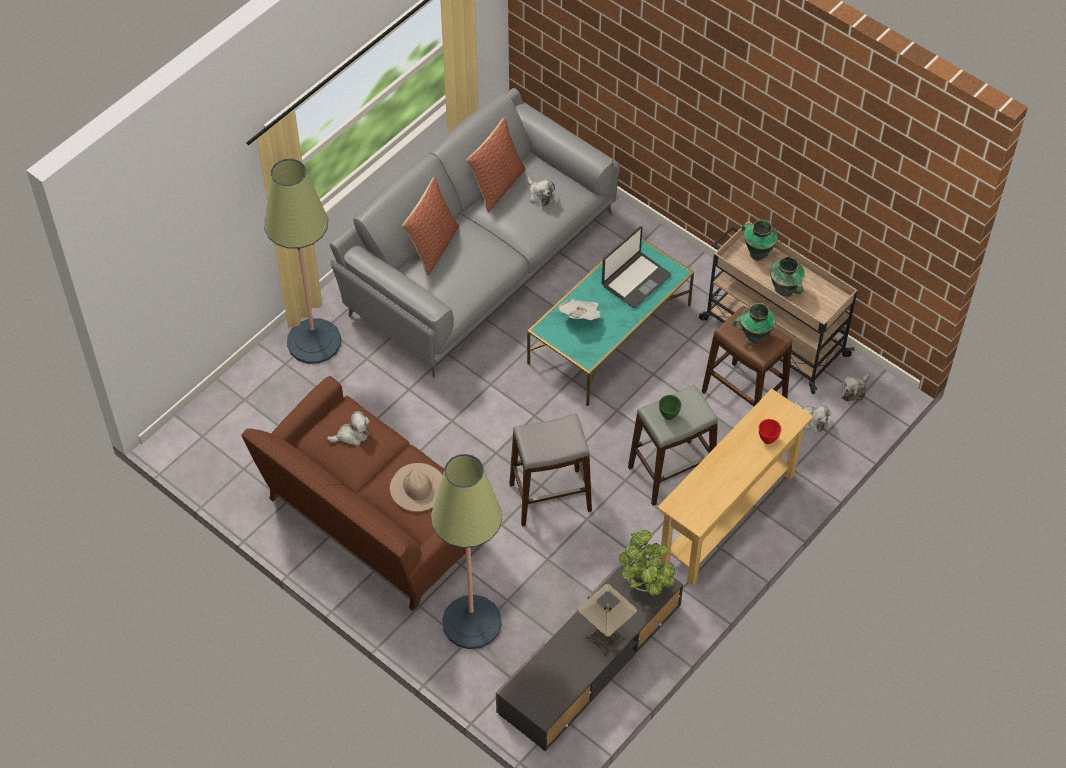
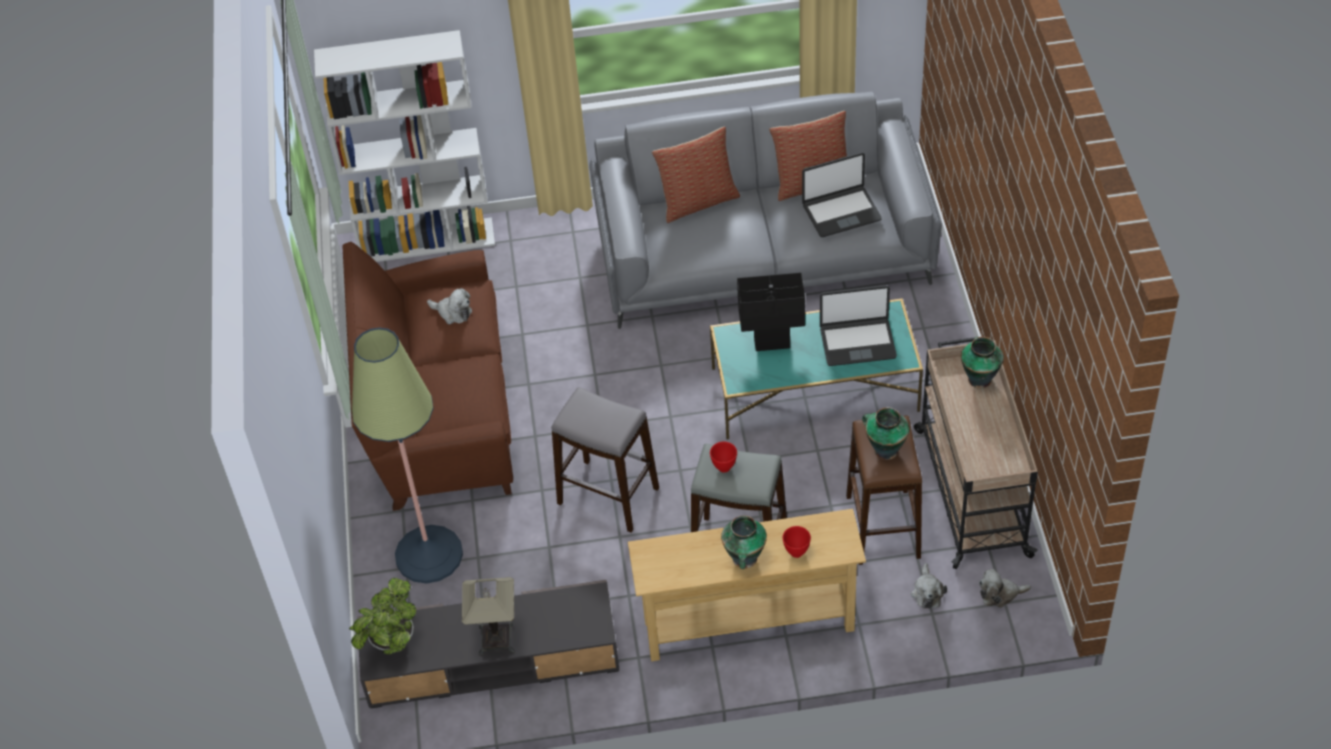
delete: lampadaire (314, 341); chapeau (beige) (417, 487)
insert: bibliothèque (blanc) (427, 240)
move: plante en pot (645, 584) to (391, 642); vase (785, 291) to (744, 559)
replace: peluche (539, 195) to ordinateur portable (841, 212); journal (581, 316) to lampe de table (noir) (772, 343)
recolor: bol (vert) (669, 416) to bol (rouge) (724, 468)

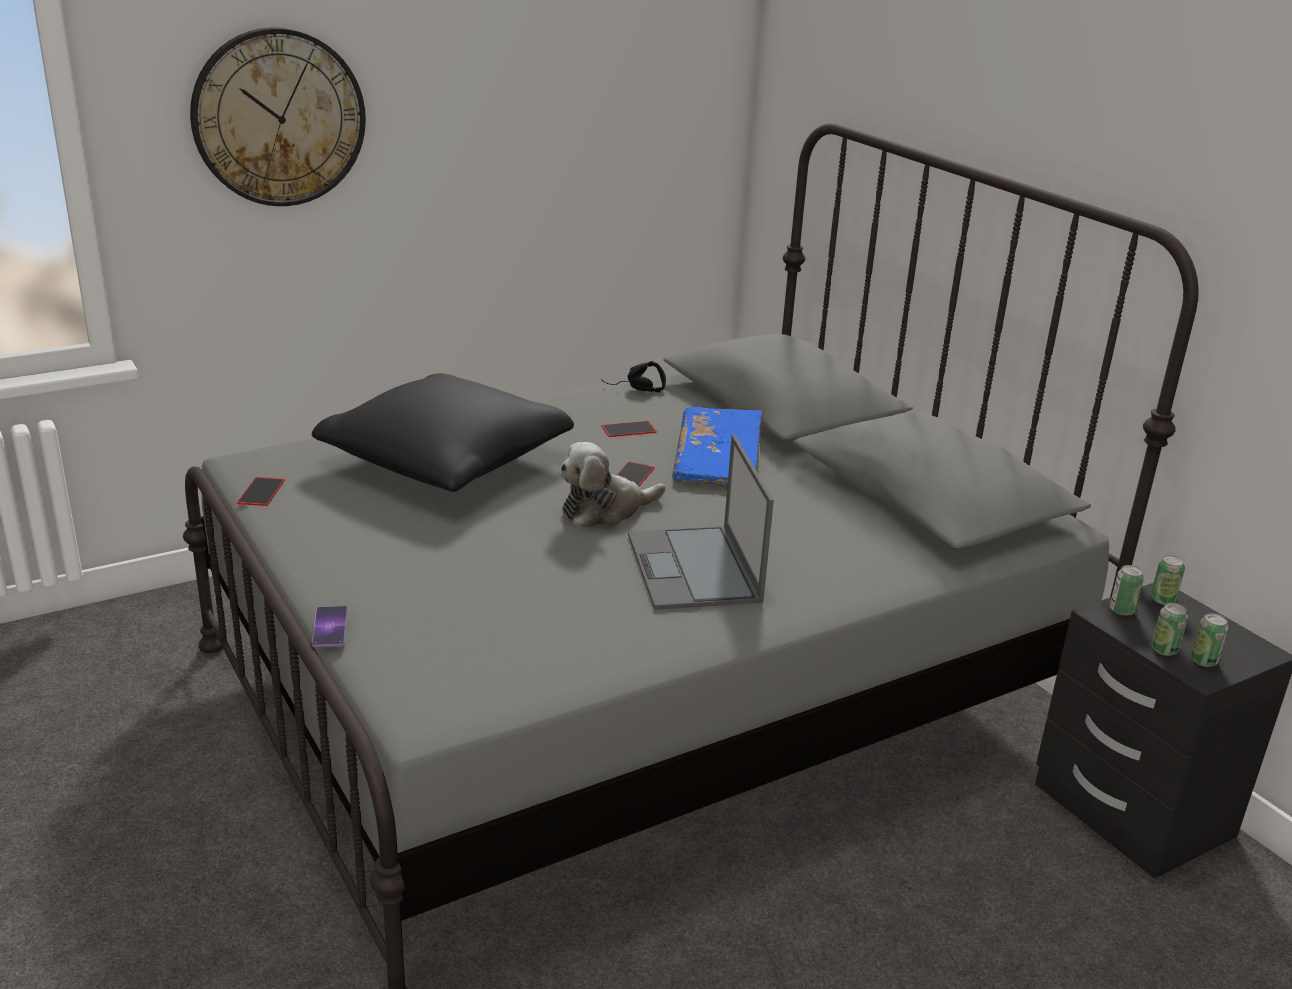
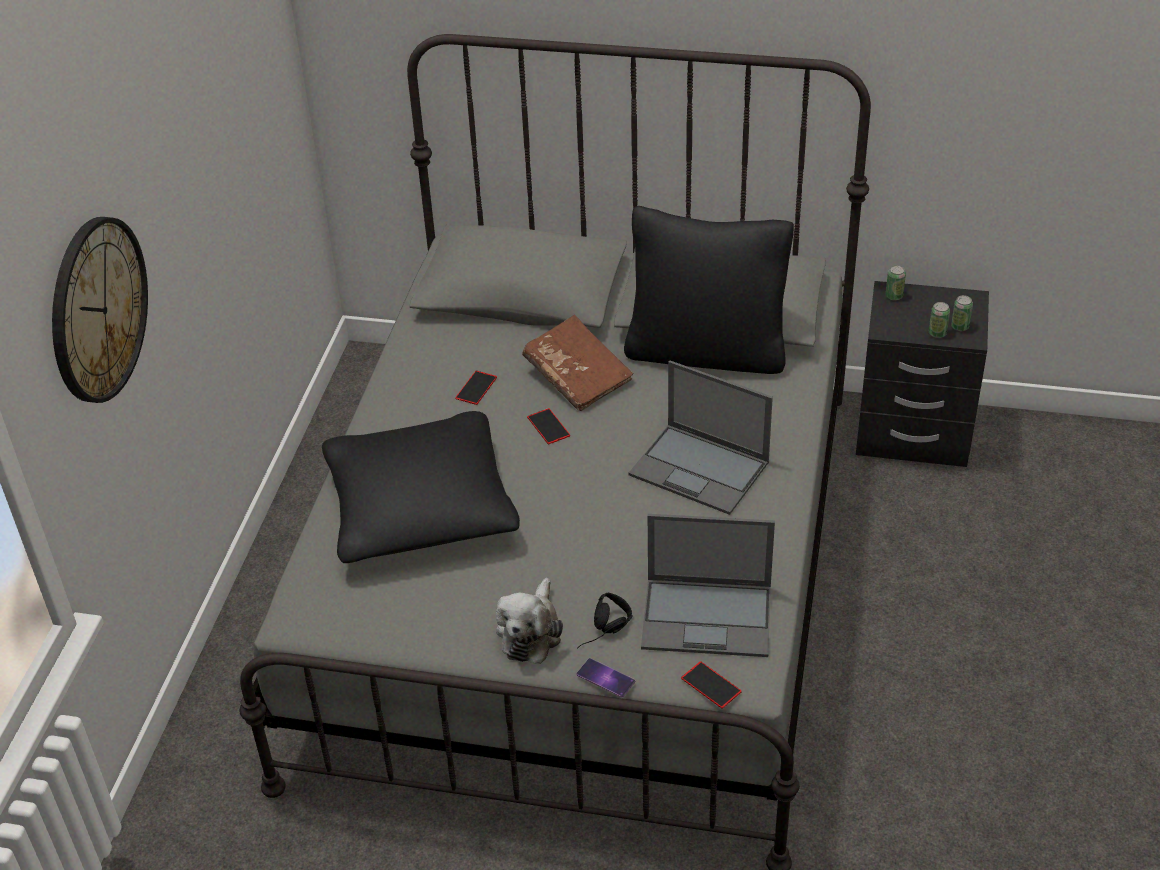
delete: boîte métallique (1121, 610)
insert: coussin (noir) (706, 351); ordinateur portable (708, 617)
move: téléphone (261, 492) to (711, 685); peluche (605, 510) to (531, 632); casque audio (noir) (634, 389) to (606, 633)
recolor: livre (bleu) (718, 464) to livre (marron) (577, 376)

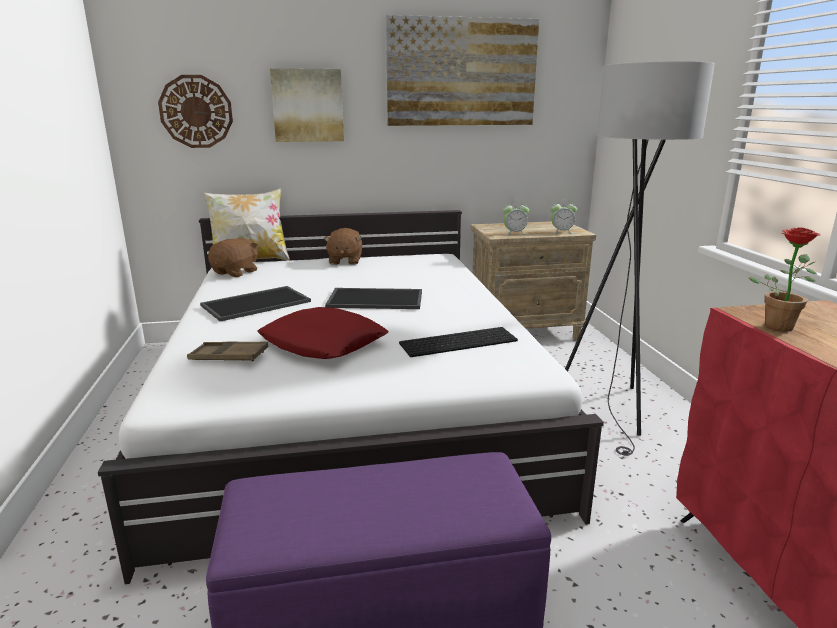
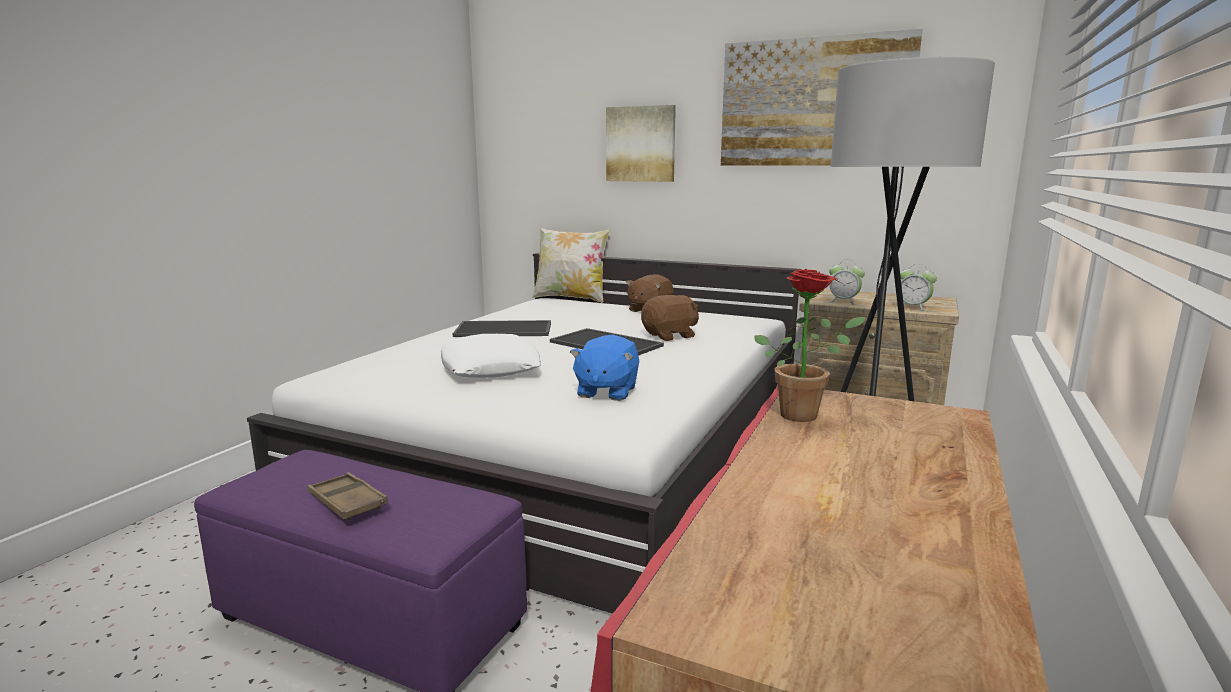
delete: horloge murale (196, 111)
move: plateau (marron) (228, 357) to (347, 502); peluche (marron) (236, 272) to (670, 336)
replace: clavier (459, 341) to peluche (bleu) (606, 391)
recolor: coussin (rouge) (323, 343) to coussin (blanc) (491, 367)

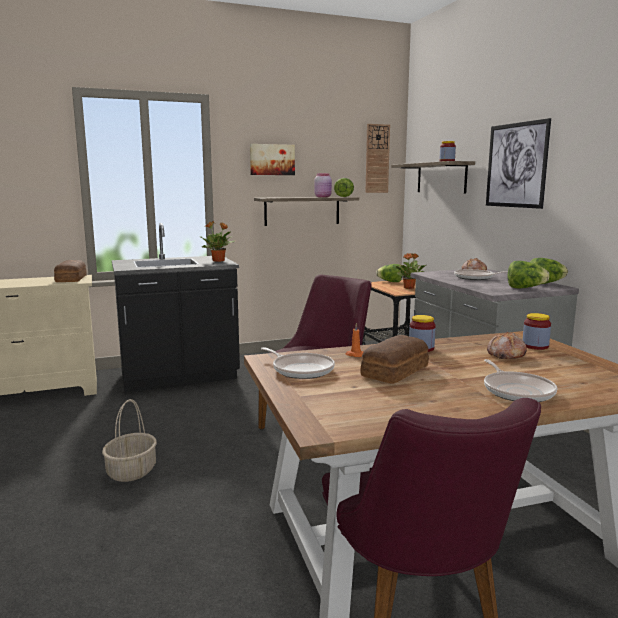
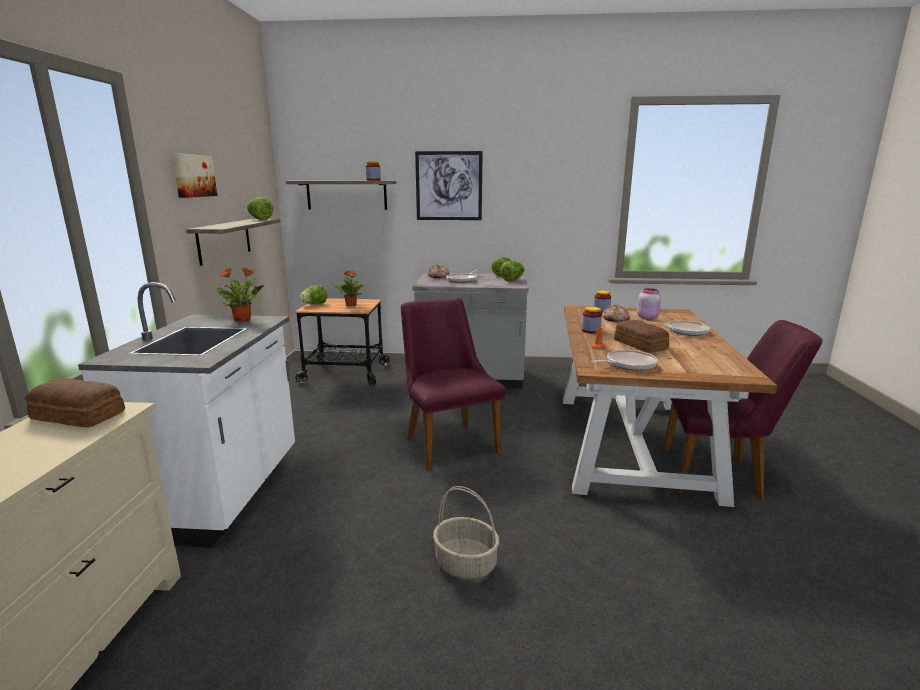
delete: horloge murale (377, 158)
move: bocal (rose) (323, 197) to (647, 317)
recolor: comptoir de cuisine (noir) (179, 378) to comptoir de cuisine (blanc) (224, 494)

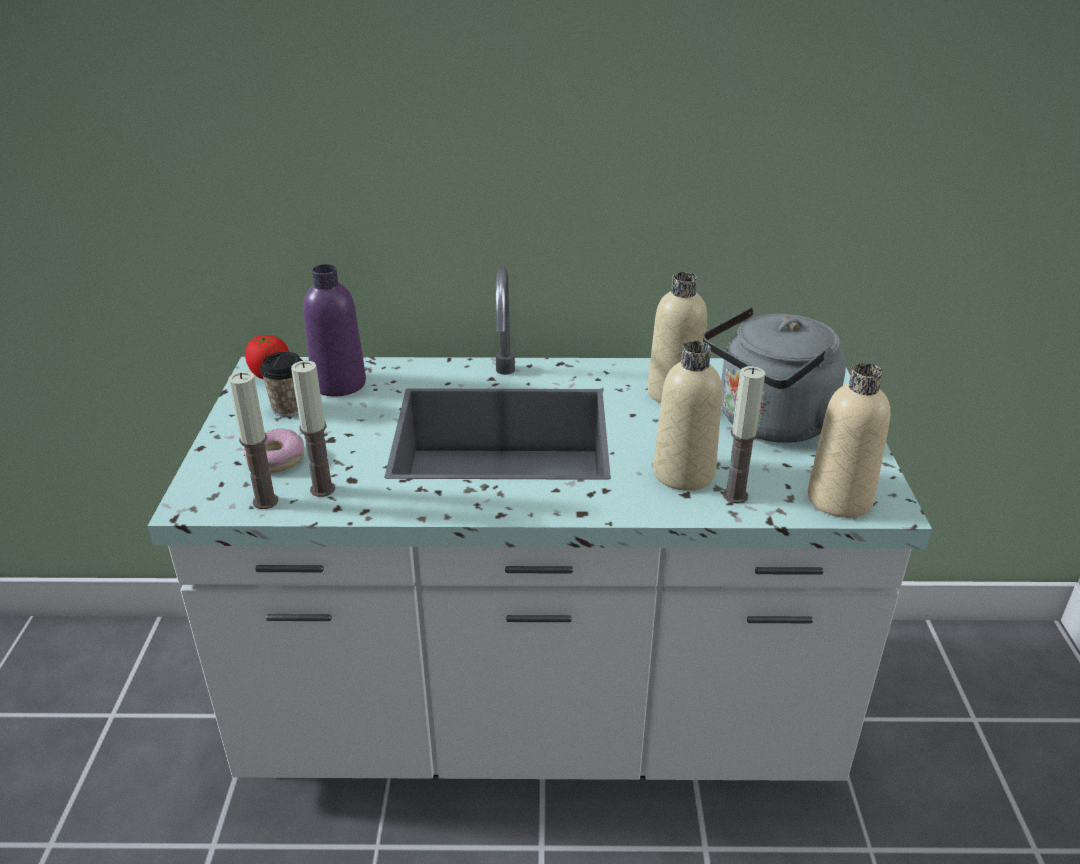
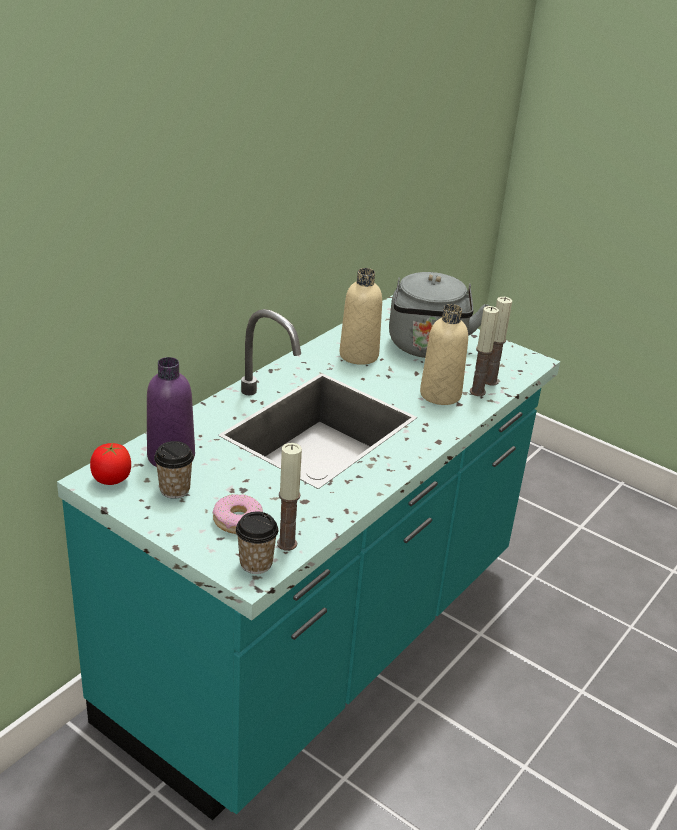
delete: bouteille (beige) (839, 499)
insert: tasse (256, 563)
move: bougie (322, 489) to (490, 381)
recolor: comptoir de cuisine (blanc) (540, 715) to comptoir de cuisine (turquoise) (320, 640)

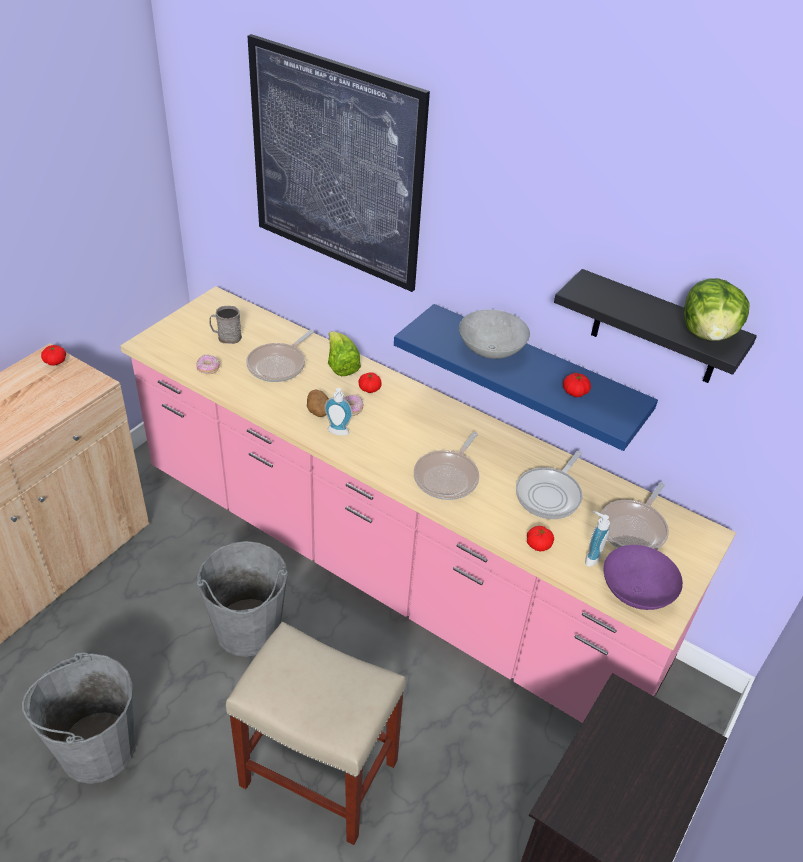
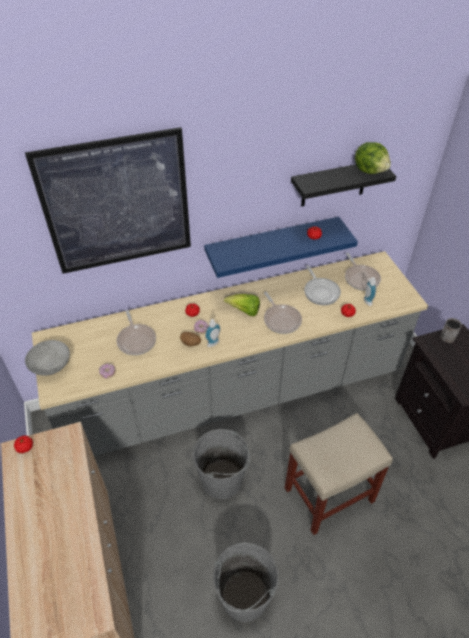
delete: bol (violet) (637, 593)
move: mug (gris) (226, 337) to (446, 338); laitue (341, 365) to (244, 311); bol (gris) (491, 350) to (51, 366)
recolor: comptoir de cuisine (rose) (391, 567) to comptoir de cuisine (gris) (234, 394)

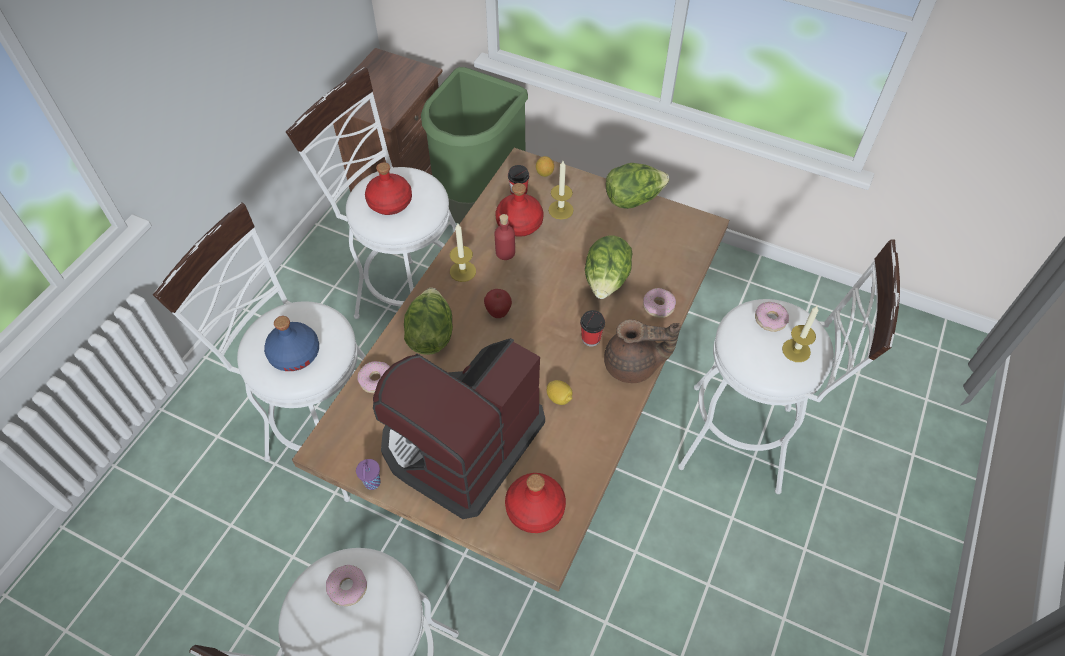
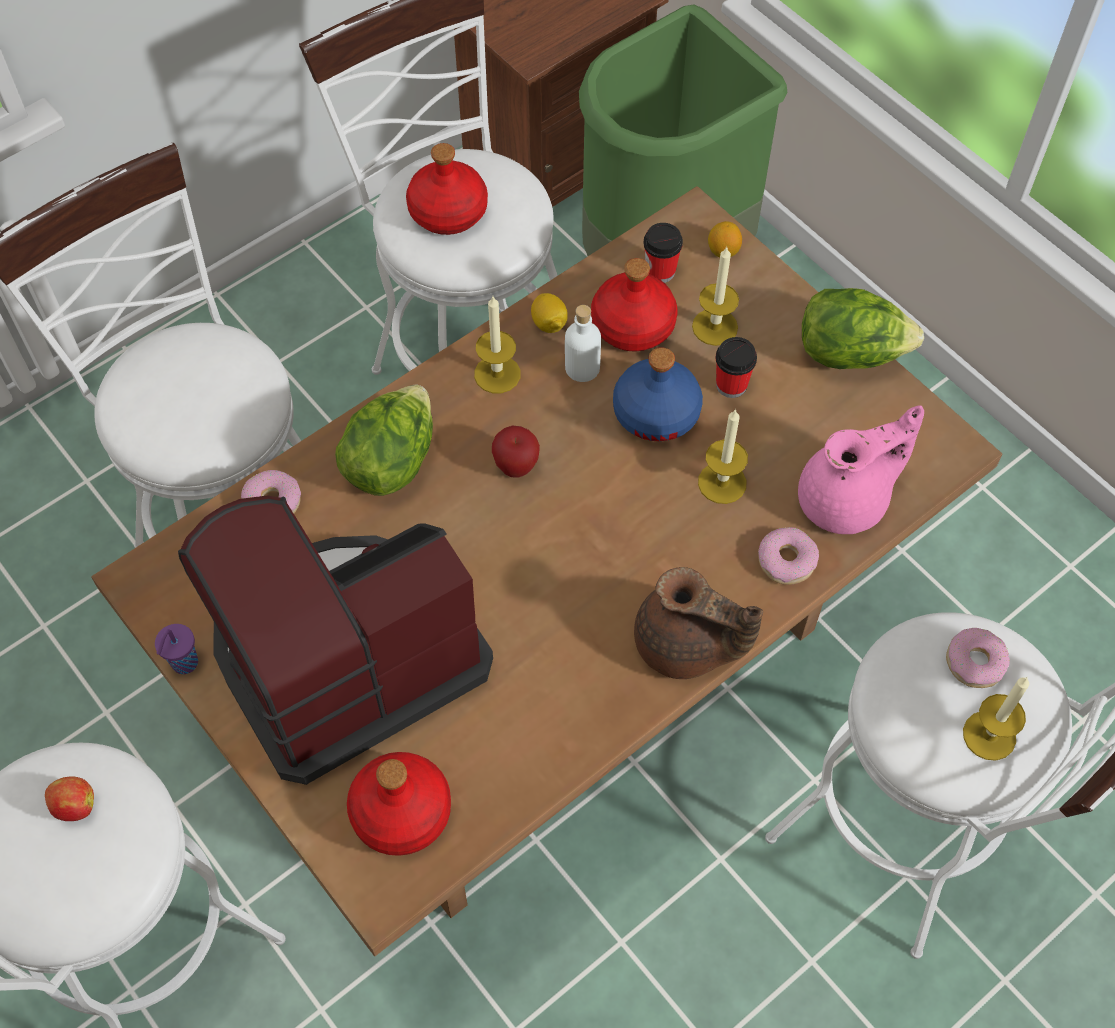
insert: théière (rose) (846, 501)
move: bouteille (bleu) (295, 353) to (656, 412); citron (559, 398) to (549, 323); tasse (591, 338) to (731, 385)
replace: beignet (347, 587) to pomme (74, 806); laitue (606, 281) to bougie (722, 483)
recolor: bouteille (rouge) (505, 252) to bouteille (blanc) (582, 368)

